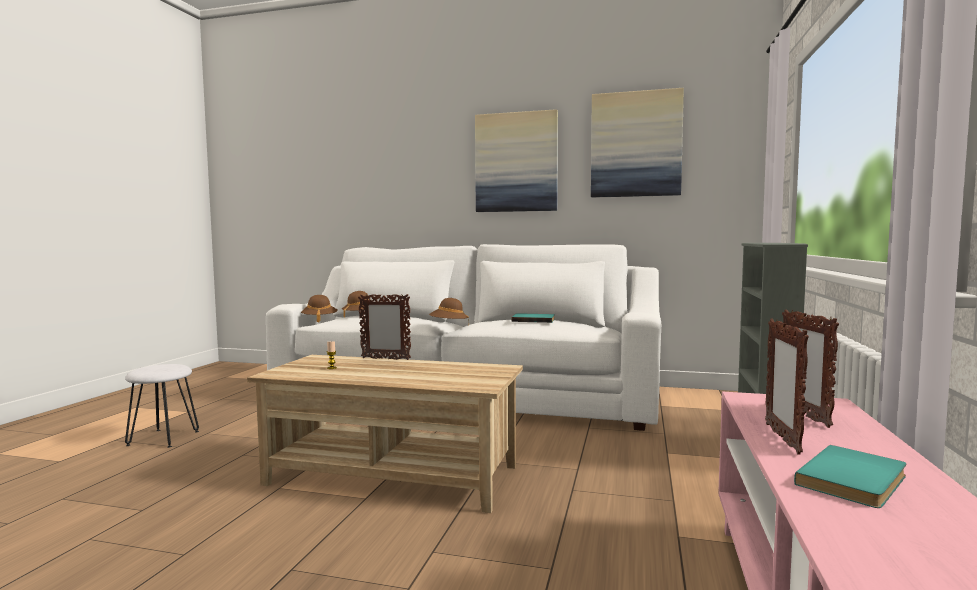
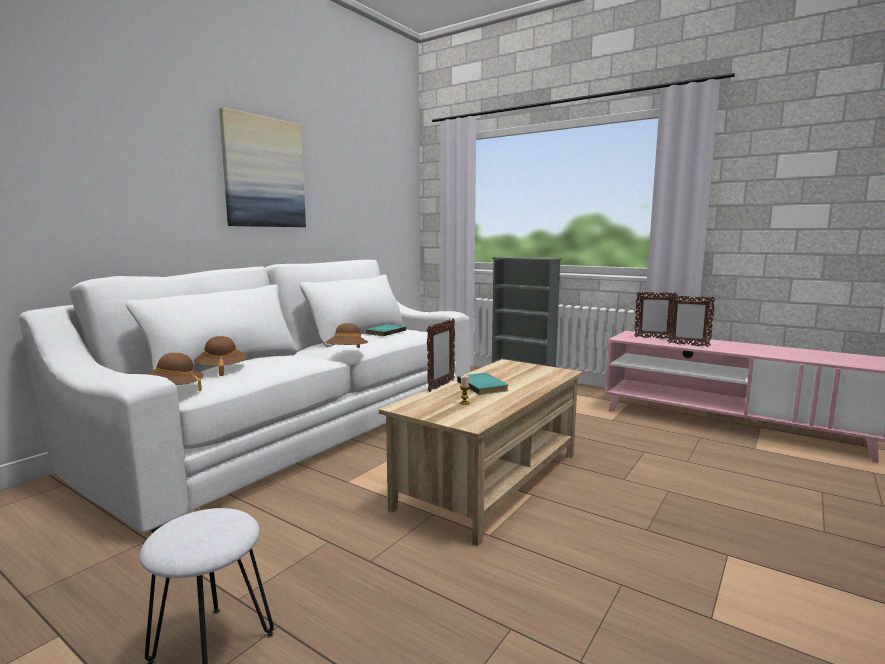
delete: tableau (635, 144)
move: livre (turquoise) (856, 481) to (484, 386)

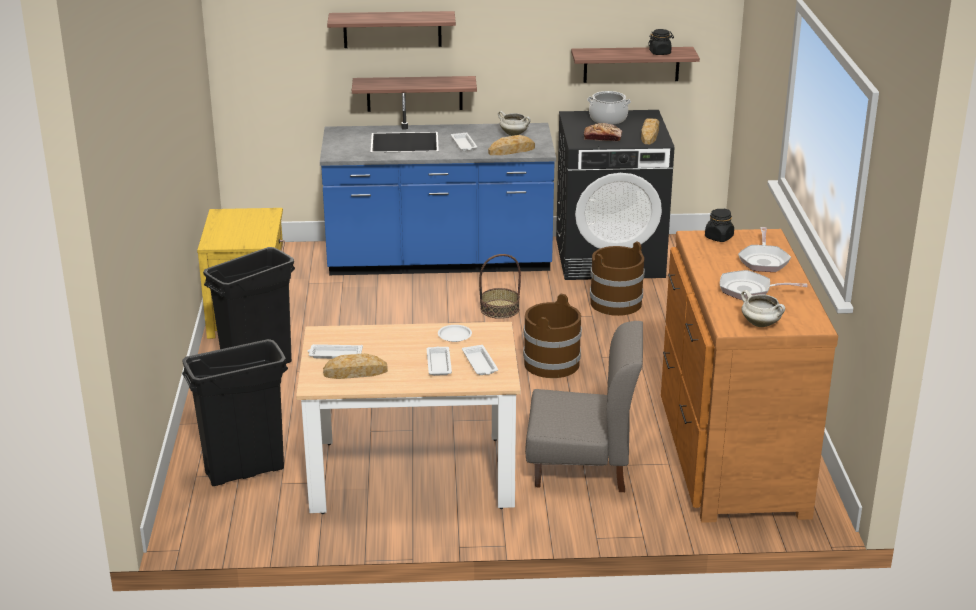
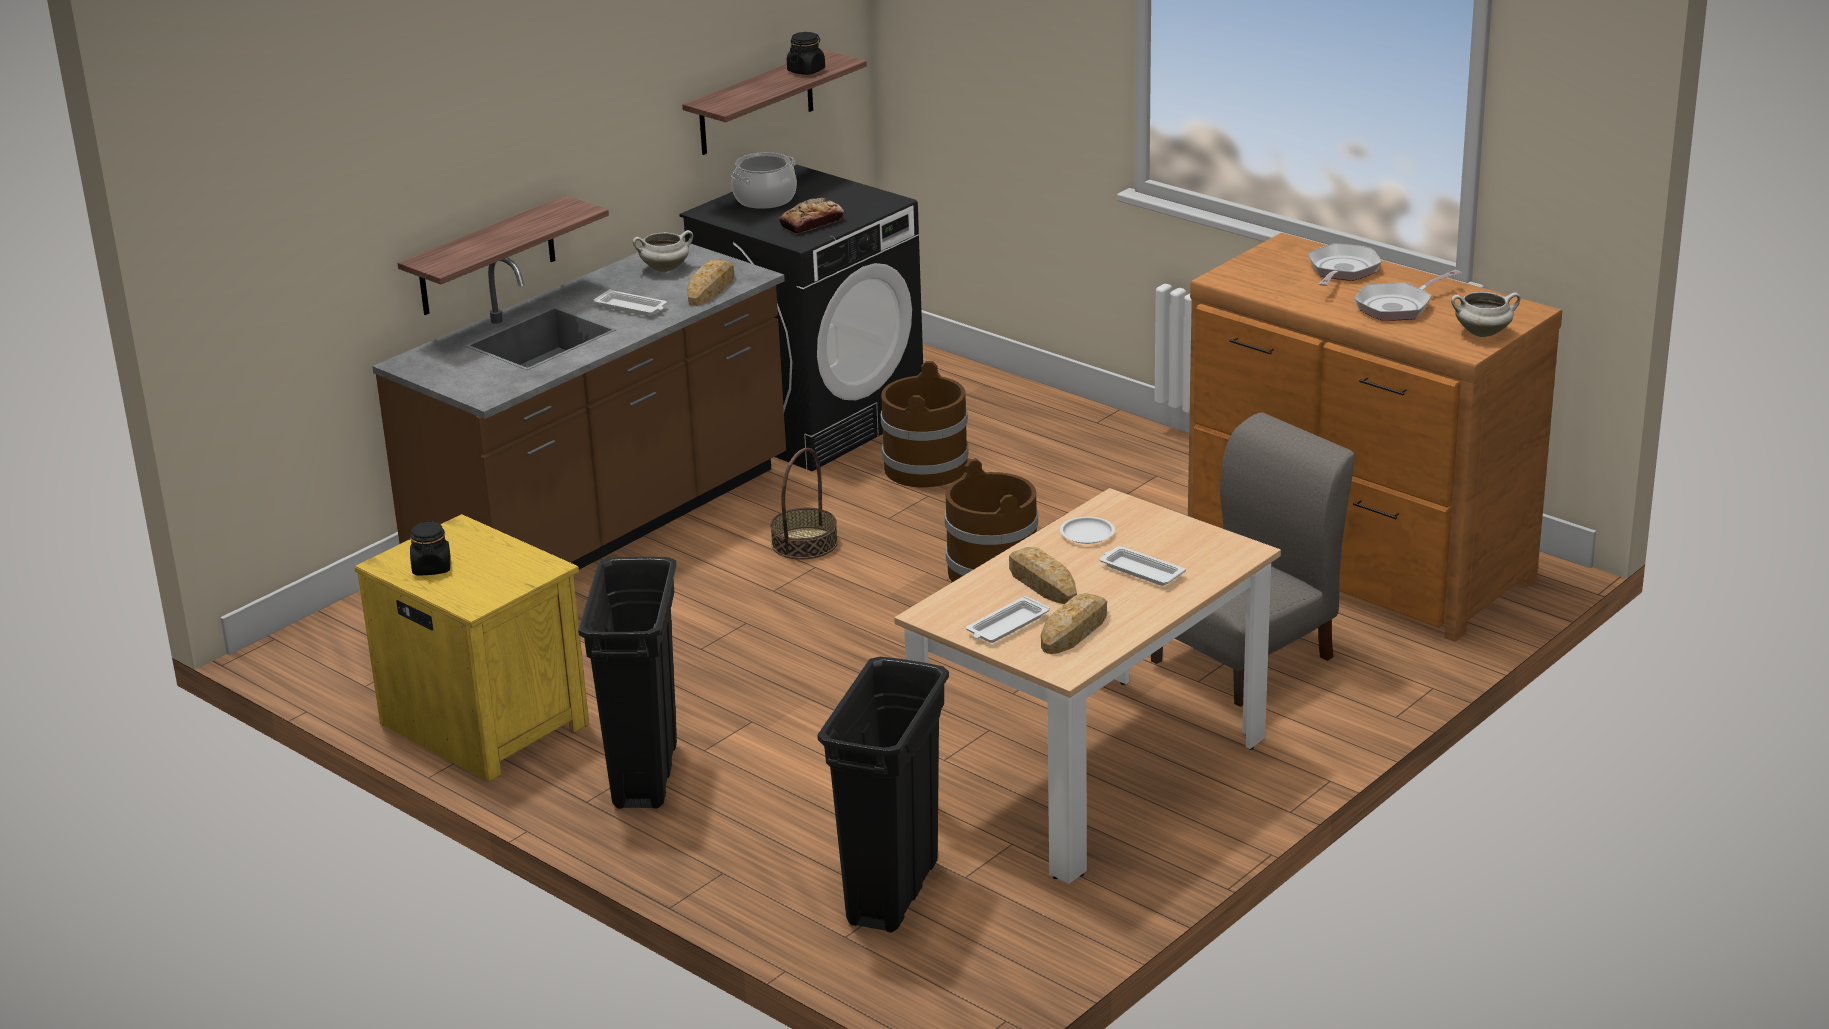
delete: étagère (392, 29); plateau (blanc) (480, 364)
move: pain (649, 135) to (1042, 583); bocal (noir) (718, 237) to (432, 568)
recolor: comptoir de cuisine (bleu) (439, 261) to comptoir de cuisine (marron) (605, 525)
rotate: poêle (763, 260) = (1341, 271) 120 degrees counterclockwise

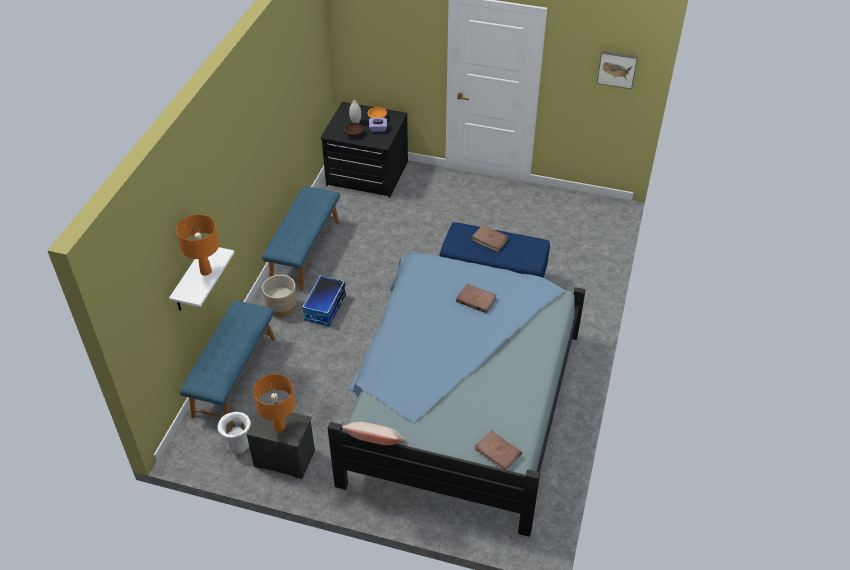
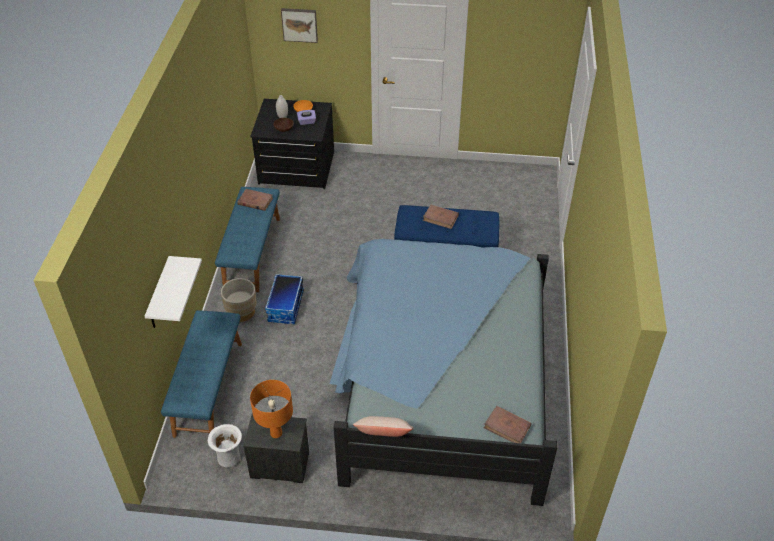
delete: lampe de table (orange) (206, 271)
move: livre (marron) (476, 300) to (255, 201); tableau (617, 68) to (300, 24)

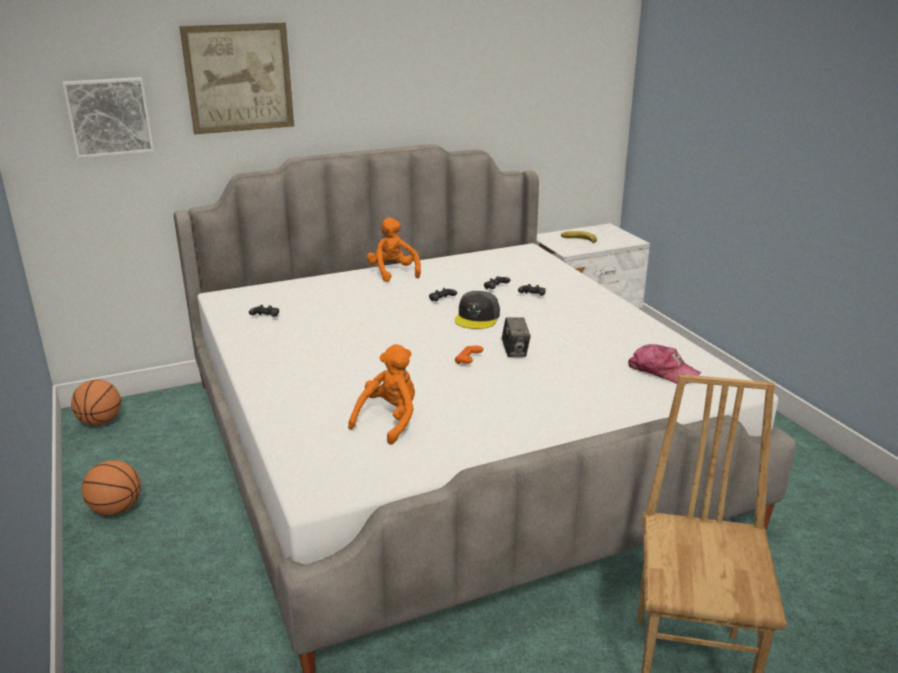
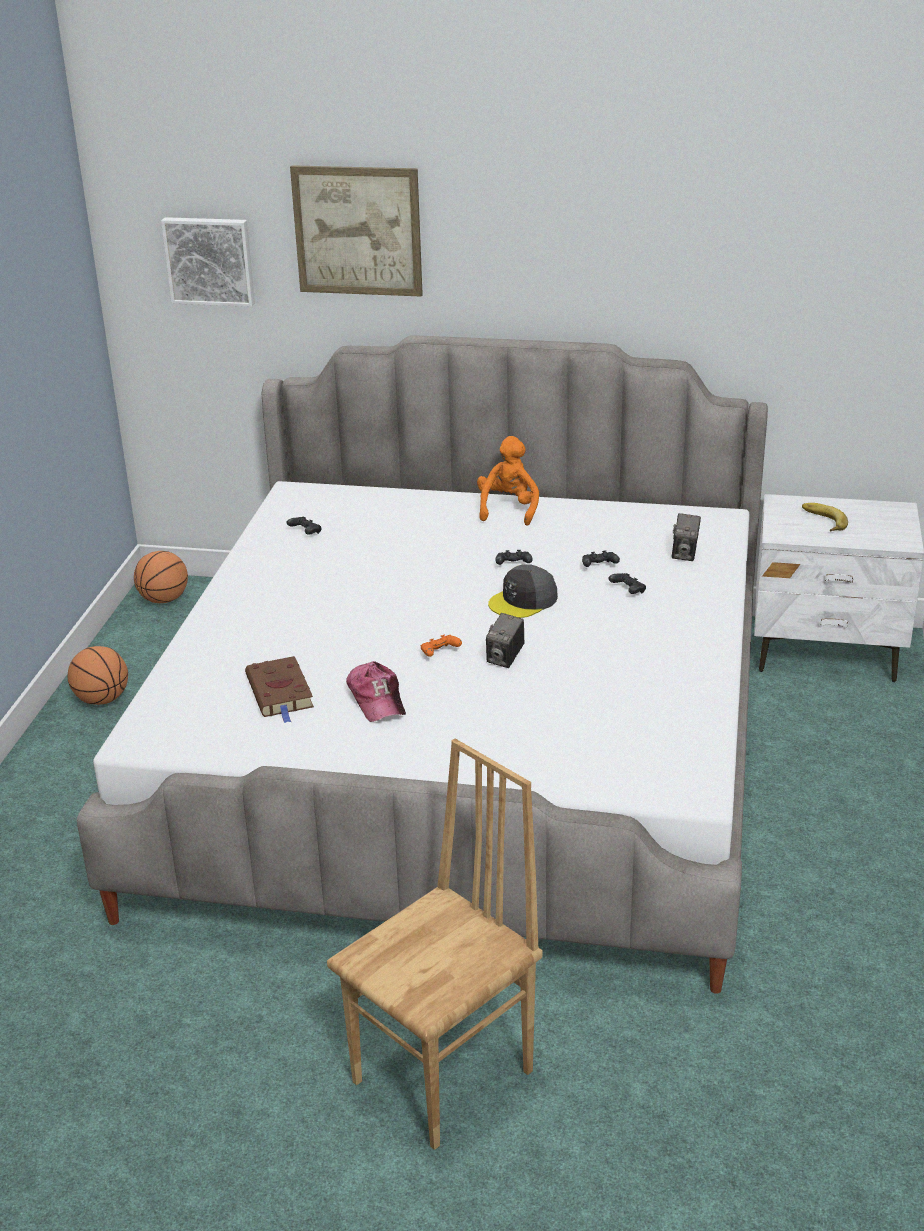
insert: appareil photo (685, 554)
move: casquette (662, 371) to (377, 700)
replace: peluche (orange) (389, 421) to livre (marron) (280, 693)

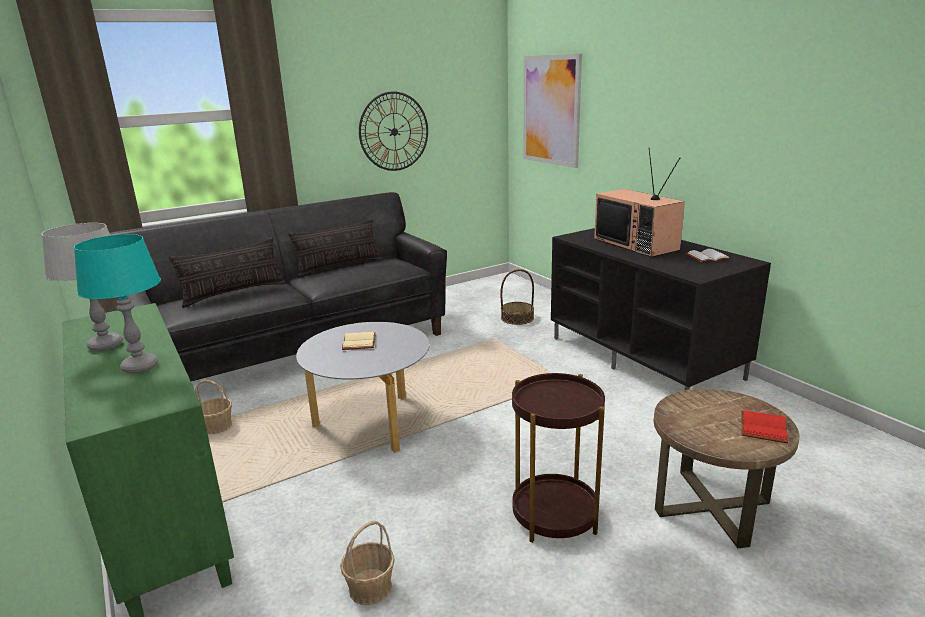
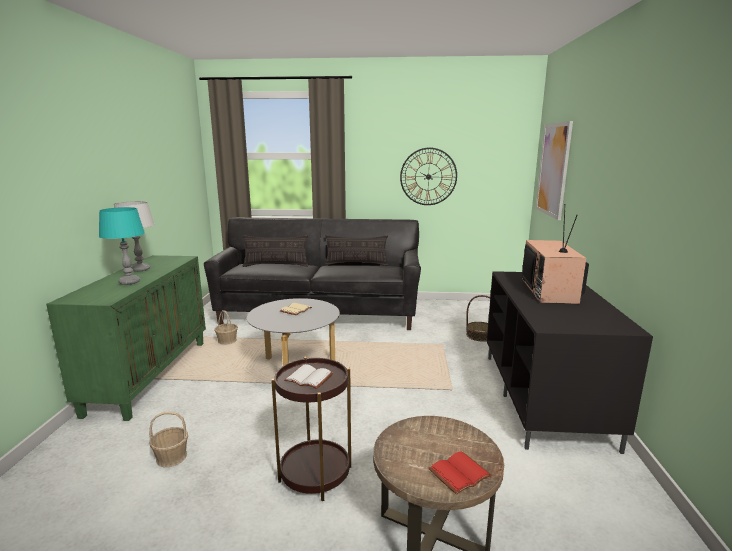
move: livre (blanc) (707, 257) to (310, 378)

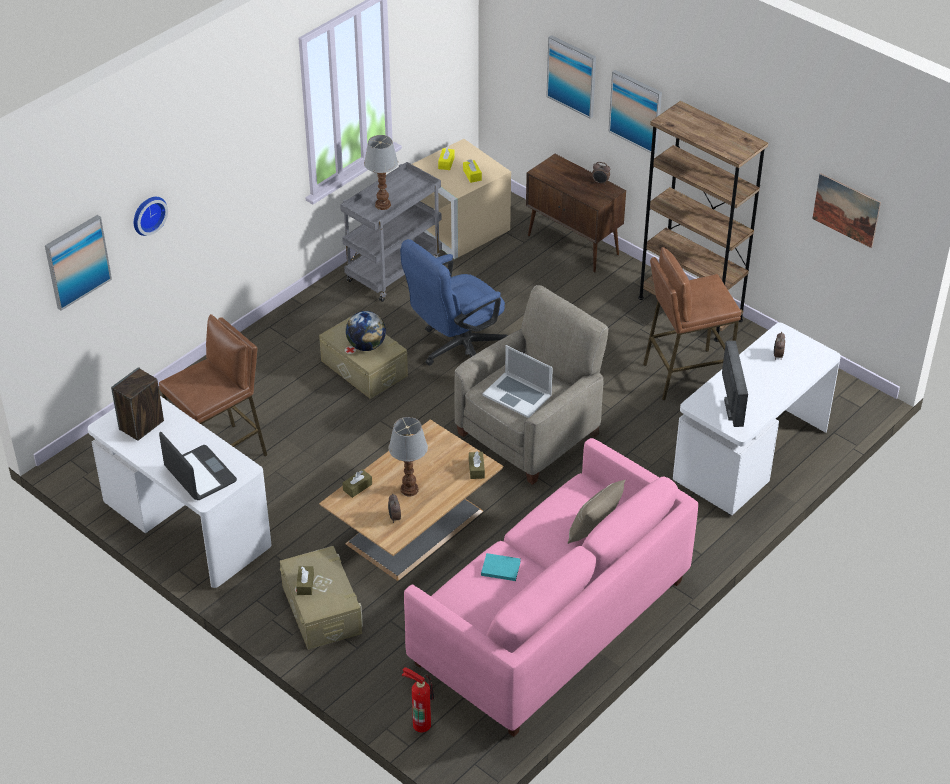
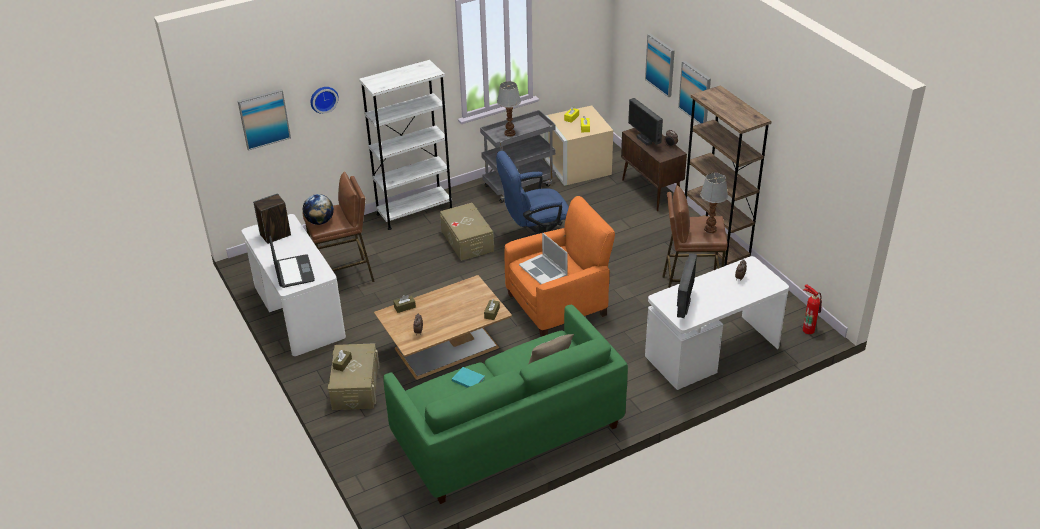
delete: tableau (846, 210)
insert: bibliothèque (blanc) (414, 211); écran d'ordinateur (644, 140)
move: globe (366, 345) to (320, 221); lampe de table (409, 489) to (710, 229); extincteur (421, 723) to (808, 329)
recolor: canapé (rose) (550, 622) to canapé (vert) (507, 432); fauteuil (beige) (530, 433) to fauteuil (orange) (558, 304)

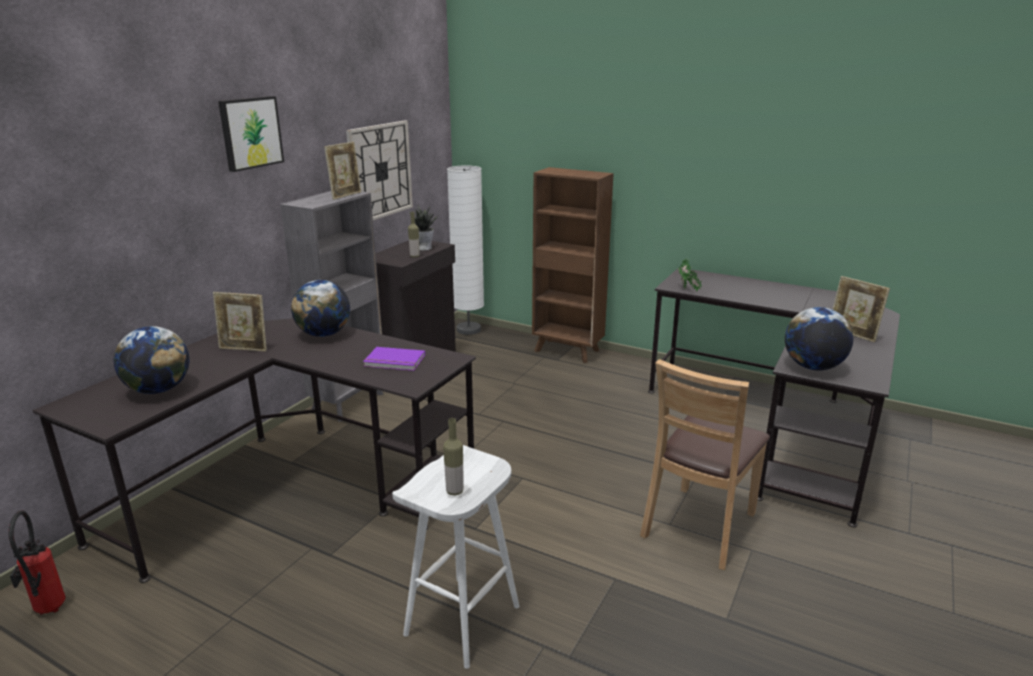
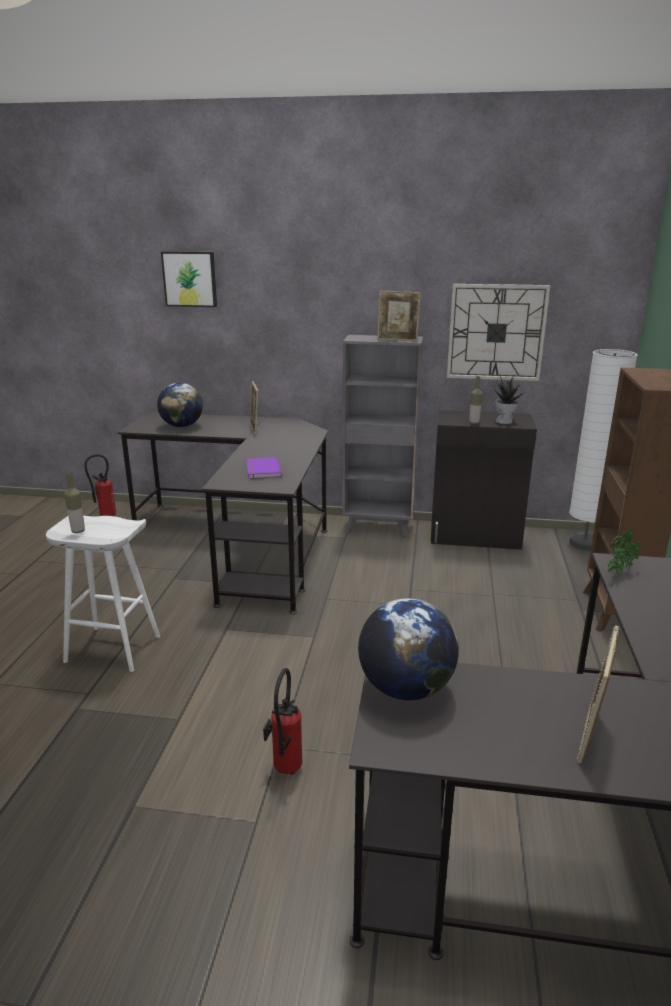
delete: globe (324, 334)
move: tableau (250, 133) to (190, 279)
replace: chaise (marron) (699, 526) to extincteur (284, 771)

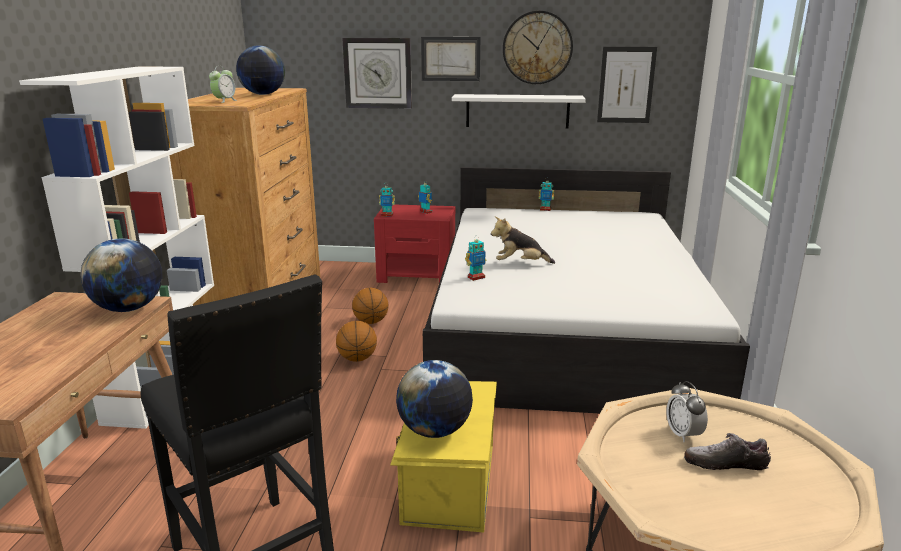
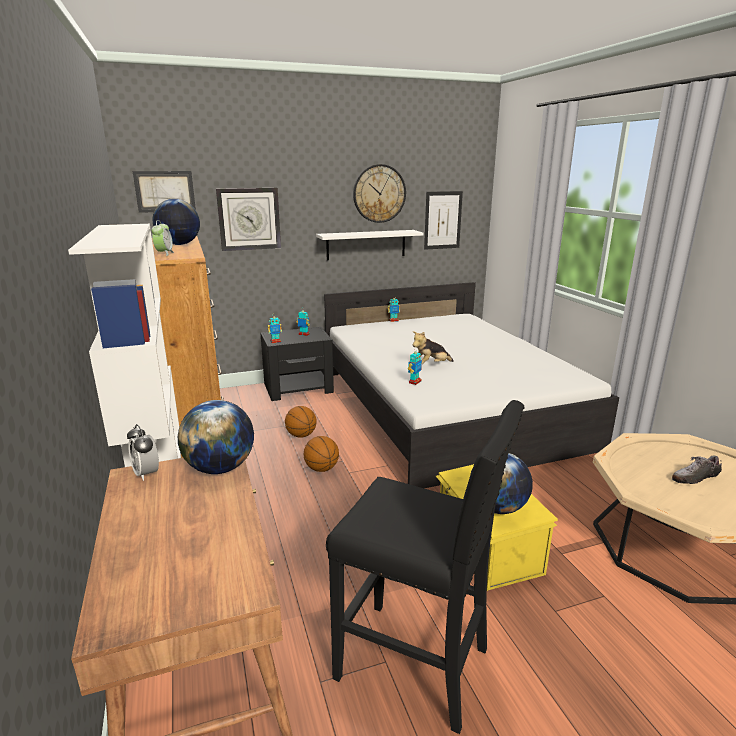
move: tableau (450, 59) to (165, 191); réveil (683, 434) to (146, 473)
recolor: table de chevet (rouge) (417, 274) to table de chevet (noir) (299, 388)

